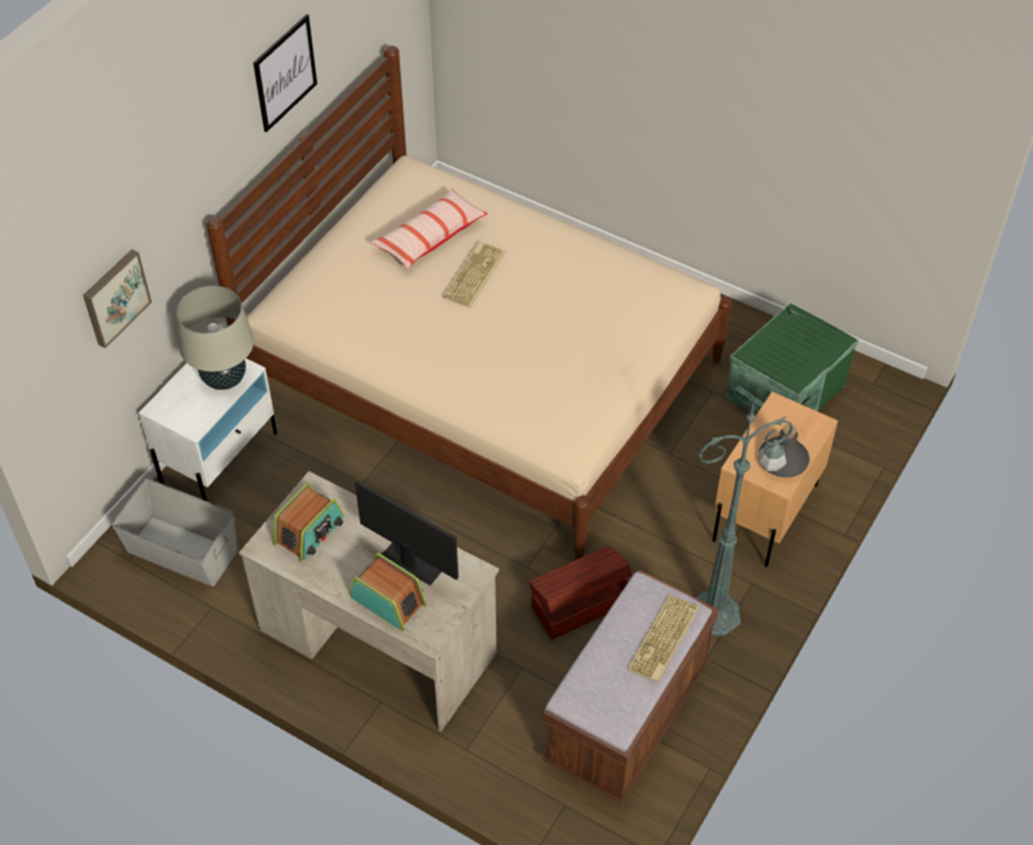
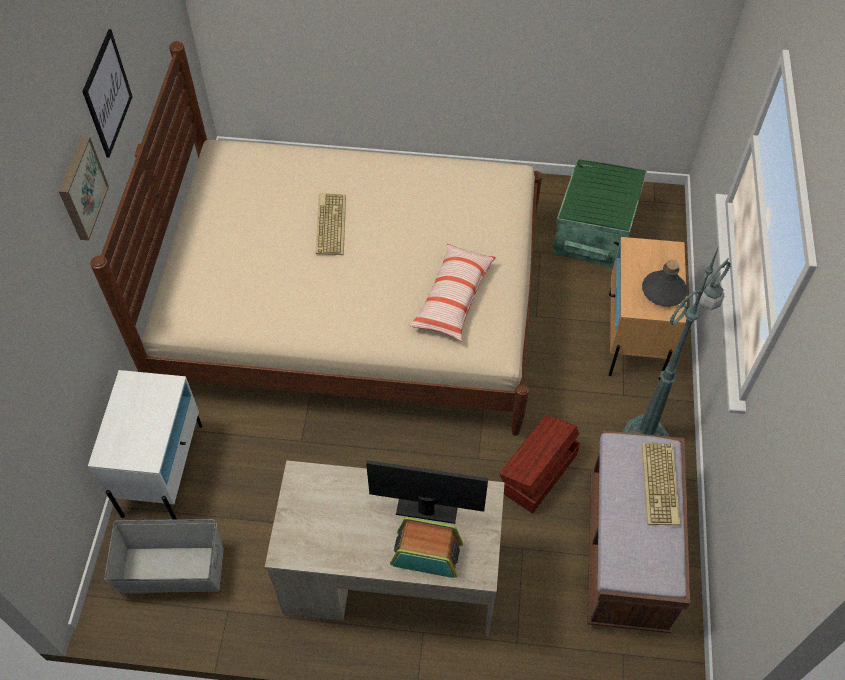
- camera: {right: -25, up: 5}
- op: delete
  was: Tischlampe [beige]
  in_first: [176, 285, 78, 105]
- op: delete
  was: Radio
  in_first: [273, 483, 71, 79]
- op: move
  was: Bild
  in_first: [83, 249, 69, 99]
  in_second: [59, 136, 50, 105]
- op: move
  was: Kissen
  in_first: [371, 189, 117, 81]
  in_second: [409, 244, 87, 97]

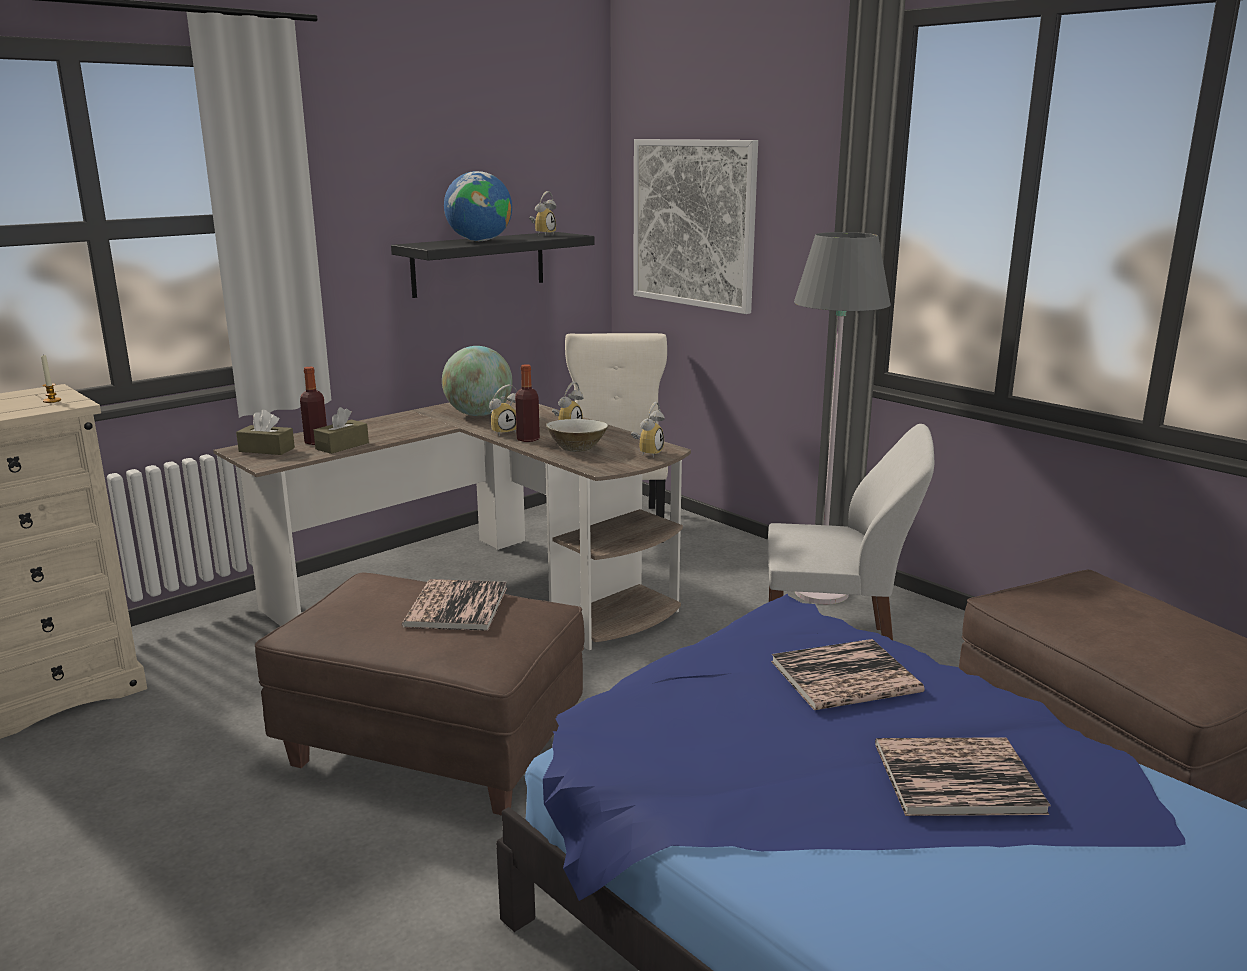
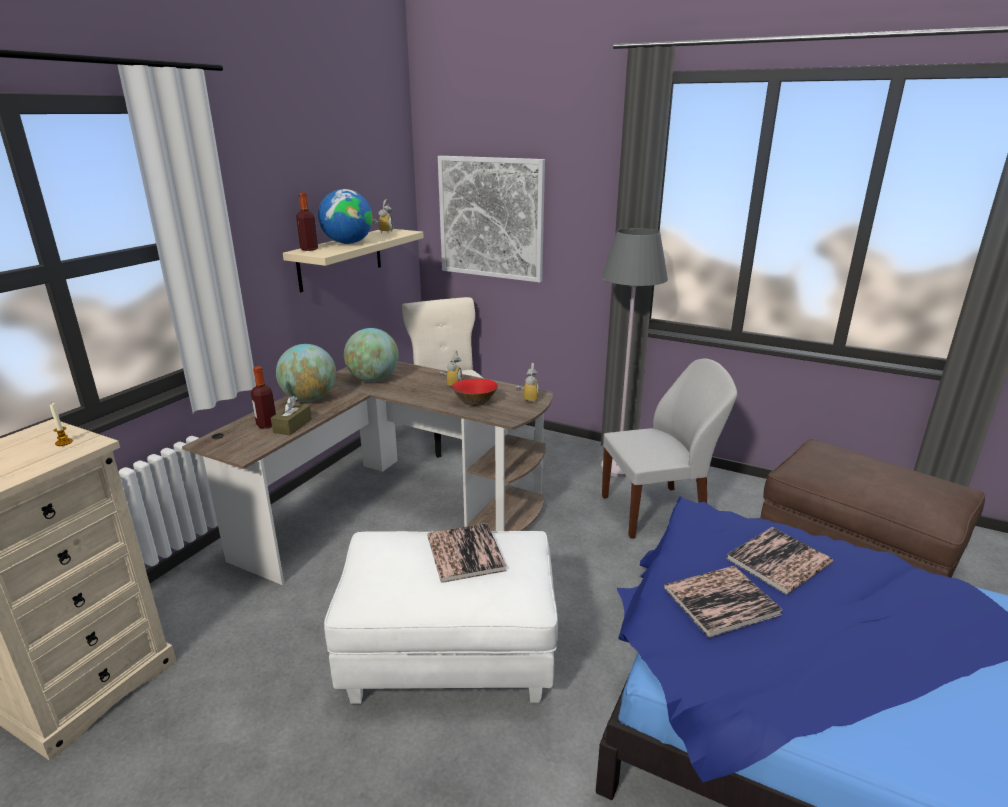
- camera: {right: -20, up: 5}
- op: delete
  was: Taschentuchbox [braun]
  in_first: [236, 410, 59, 45]
- op: delete
  was: Wecker
  in_first: [489, 385, 28, 51]
- op: insert
  now: Globus
  in_second: [276, 344, 60, 58]
- op: move
  was: Flasche
  in_first: [515, 364, 25, 78]
  in_second: [296, 192, 22, 59]
- op: move
  was: Buch
  in_first: [875, 737, 176, 79]
  in_second: [664, 566, 119, 72]
- op: recolor
  was: Polsterhocker [braun]
  now: Polsterhocker [weiß]
  in_first: [255, 572, 330, 243]
  in_second: [324, 531, 234, 173]
- op: recolor
  was: Wandregal [schwarz]
  now: Wandregal [beige]
  in_first: [391, 232, 204, 66]
  in_second: [283, 229, 141, 63]
- op: recolor
  was: Schüssel [beige]
  now: Schüssel [rot]
  in_first: [546, 419, 62, 33]
  in_second: [452, 379, 46, 27]

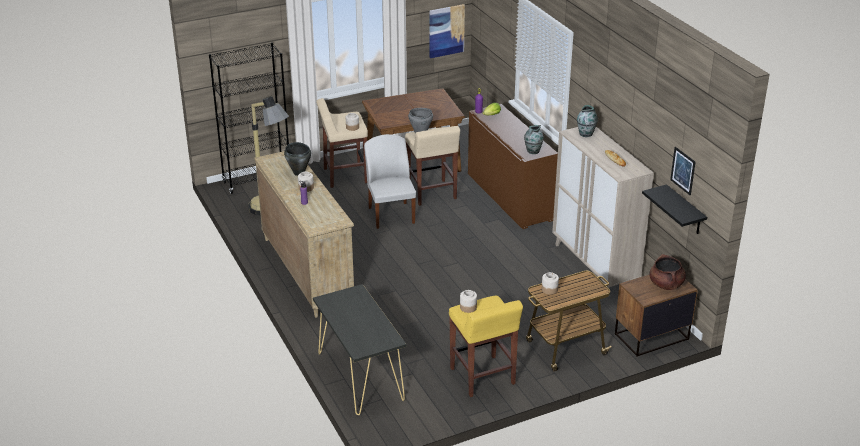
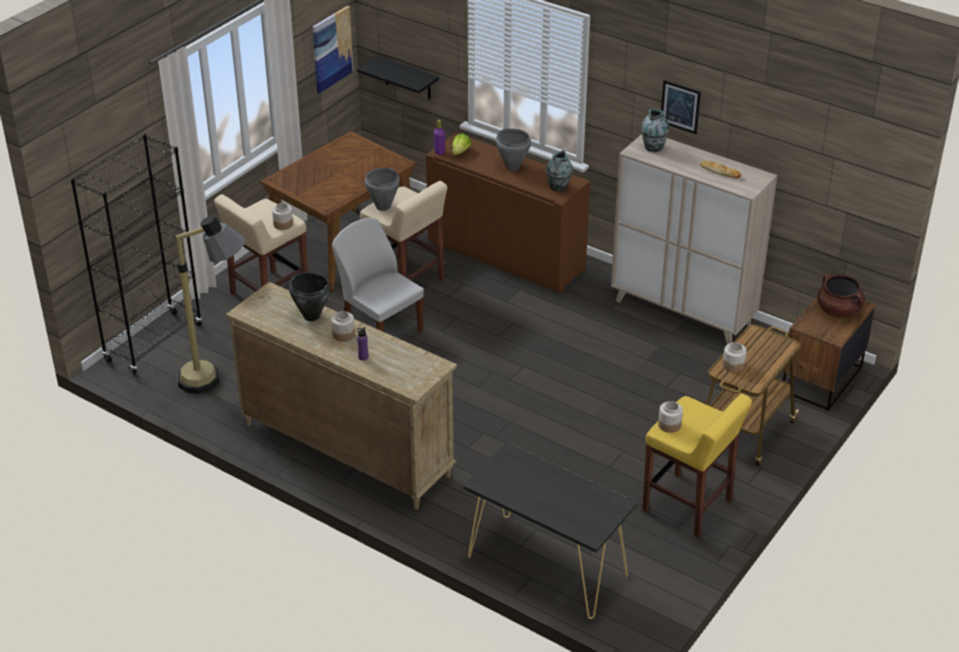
- camera: {right: -30, up: 5}
- op: insert
  now: Kochtopf [grau]
  in_second: [496, 128, 35, 43]
- op: move
  was: Wandregal [schwarz]
  in_first: [642, 184, 65, 50]
  in_second: [357, 56, 82, 43]
- op: move
  was: Bild
  in_first: [670, 147, 26, 48]
  in_second: [661, 80, 40, 54]

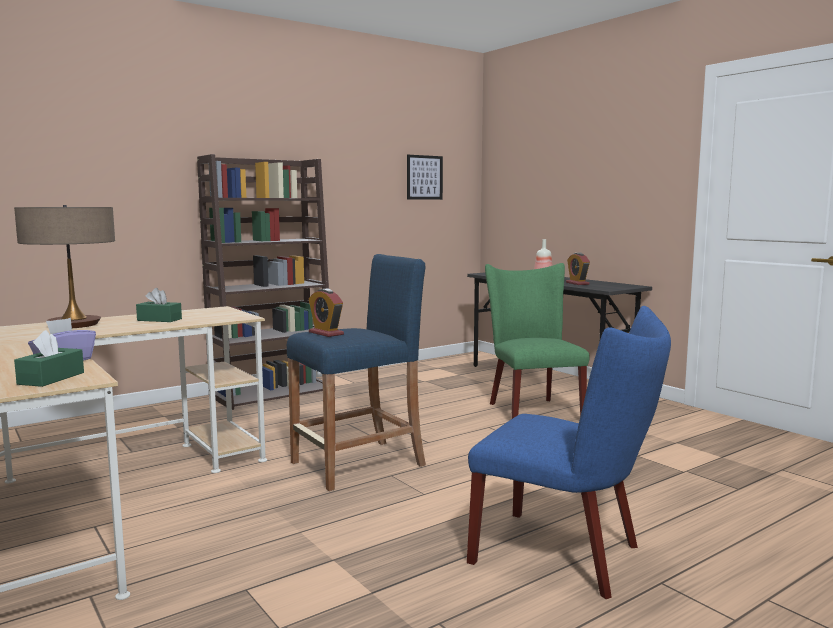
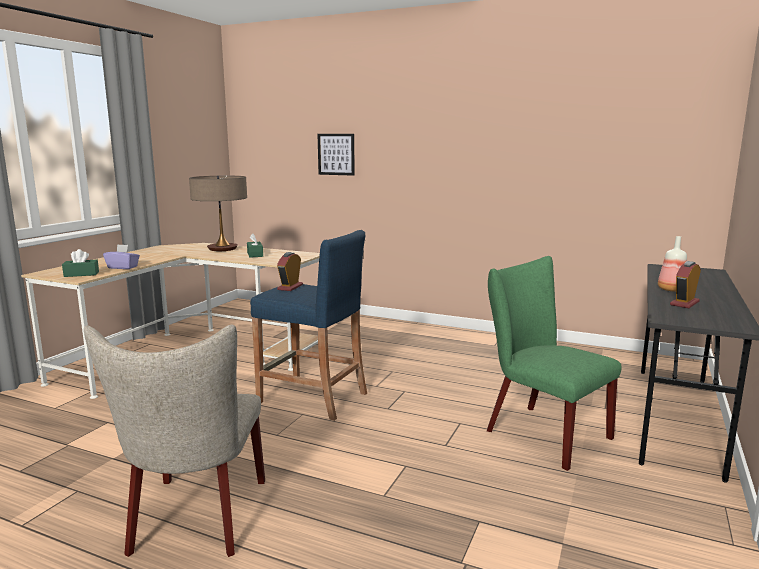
- camera: {right: 60, up: 5}
- op: delete
  was: Bücherregal [braun]
  in_first: [197, 154, 132, 256]
- op: move
  was: Bild
  in_first: [407, 155, 36, 45]
  in_second: [318, 134, 37, 42]
- op: recolor
  was: Stuhl [blau]
  now: Stuhl [beige]
  in_first: [467, 306, 204, 293]
  in_second: [84, 325, 181, 232]
- op: rotate
  was: Stuhl [grün]
  in_first: [485, 263, 105, 156]
  in_second: [487, 256, 135, 215]
  clockwise: -90

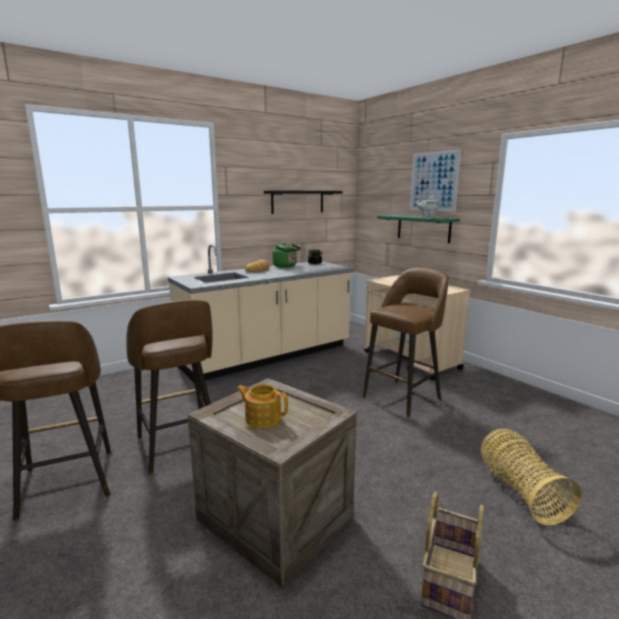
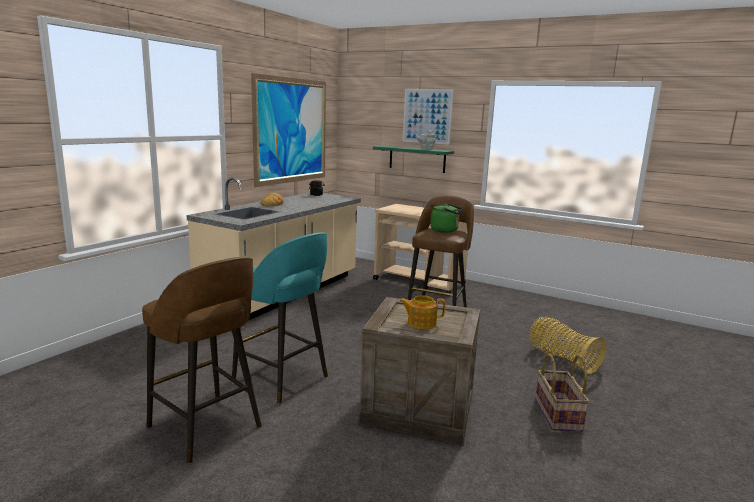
- camera: {right: -25, up: 0}
- op: move
  was: Wasserkessel [grün]
  in_first: [273, 243, 28, 25]
  in_second: [430, 204, 33, 29]
- op: replace
  was: Wandregal [schwarz]
  now: Bild
  in_first: [264, 190, 78, 24]
  in_second: [251, 73, 75, 114]
- op: recolor
  was: Hocker [braun]
  now: Hocker [türkis]
  in_first: [126, 300, 86, 174]
  in_second: [232, 232, 96, 172]

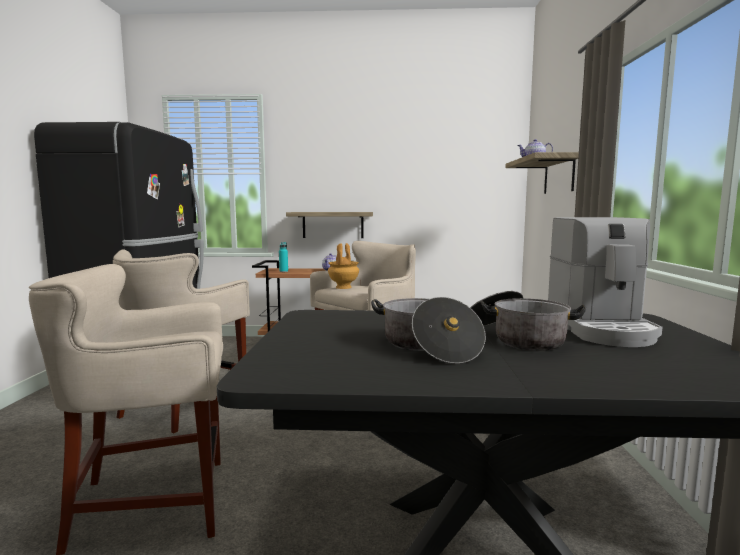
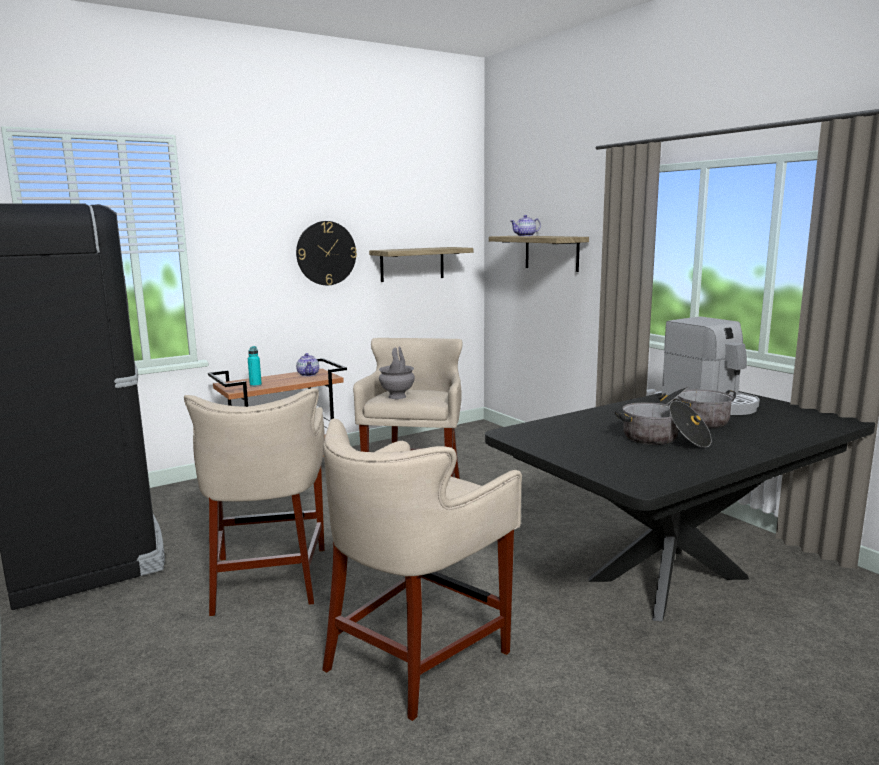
- camera: {right: -35, up: 5}
- op: insert
  now: Wanduhr
  in_second: [296, 221, 61, 64]
- op: move
  was: Wandregal
  in_first: [286, 212, 87, 26]
  in_second: [369, 247, 104, 35]
- op: recolor
  was: Vase [braun]
  now: Vase [grau]
  in_first: [328, 243, 31, 46]
  in_second: [379, 346, 36, 53]

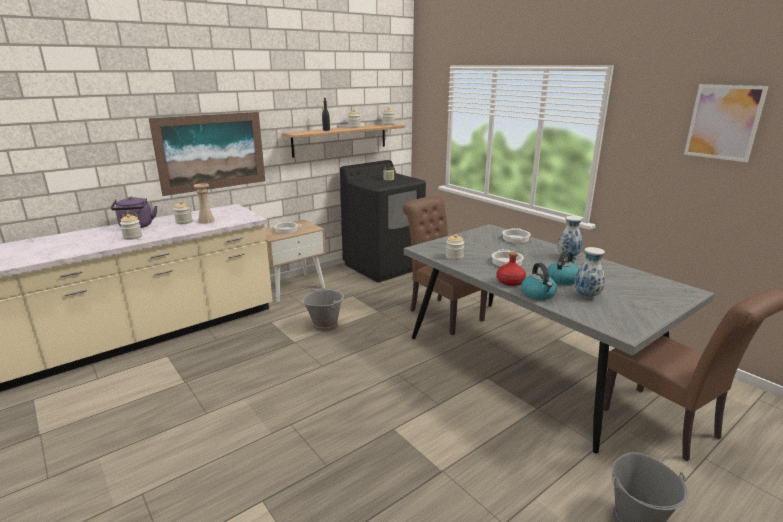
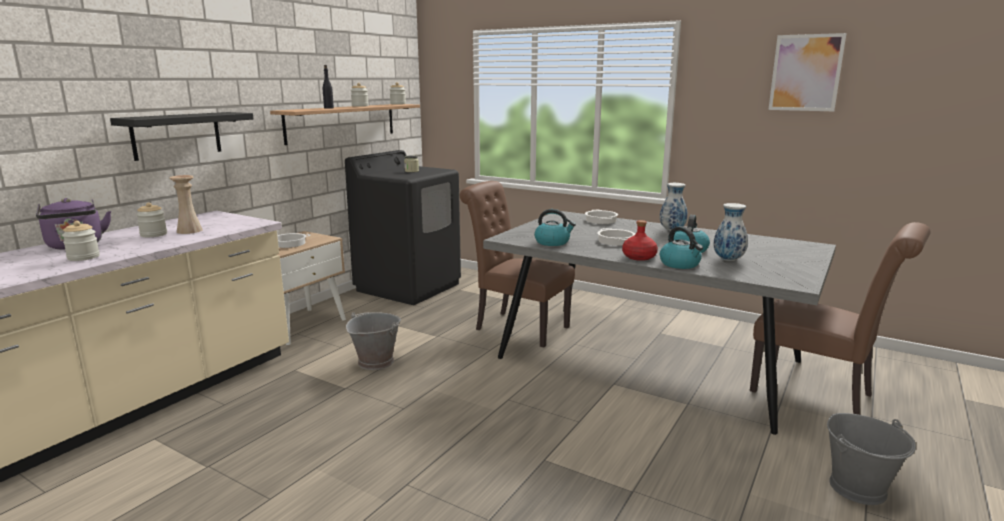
- camera: {right: -20, up: -5}
- op: replace
  was: Bild
  now: Wandregal [schwarz]
  in_first: [149, 112, 116, 84]
  in_second: [110, 112, 144, 49]
- op: replace
  was: Vorratsglas
  now: Wasserkessel
  in_first: [446, 234, 18, 26]
  in_second: [534, 209, 42, 37]

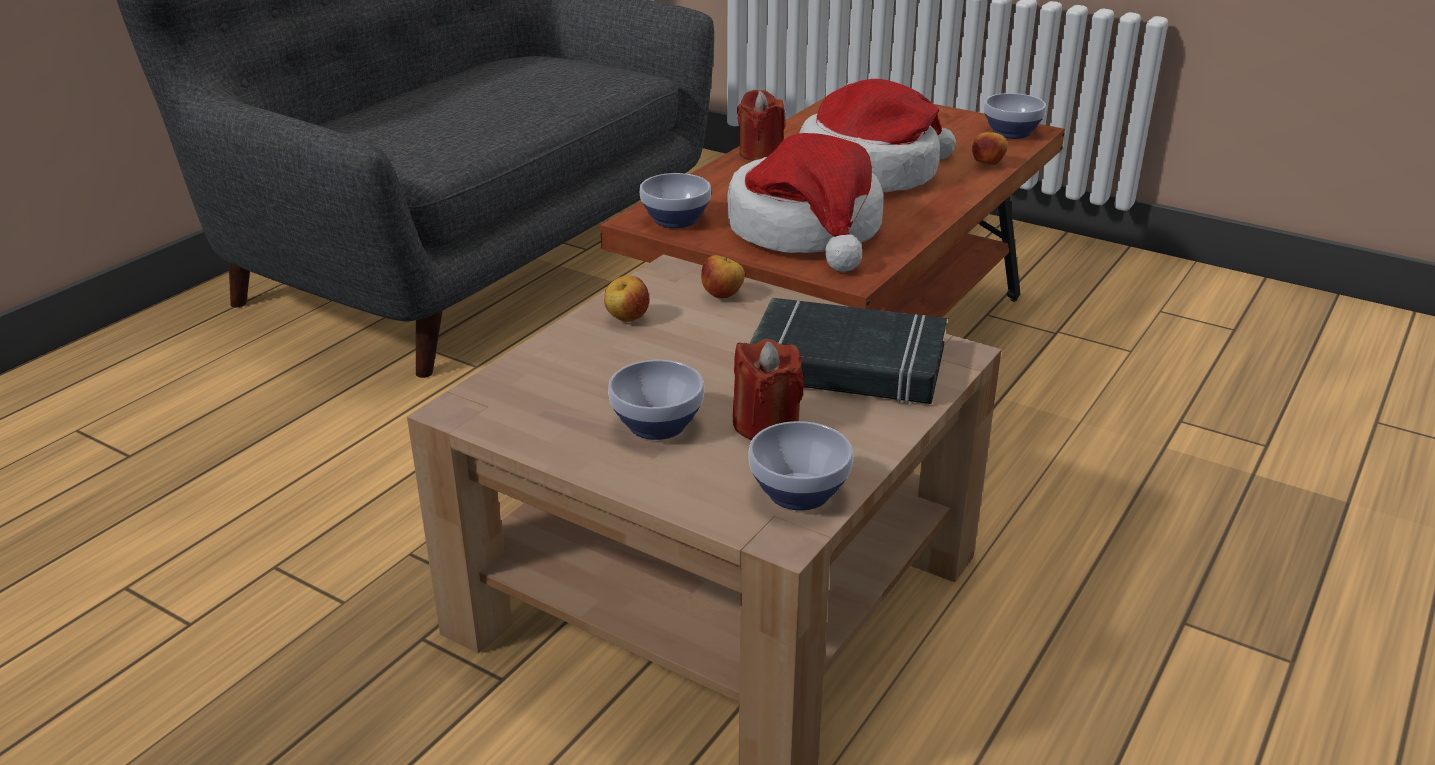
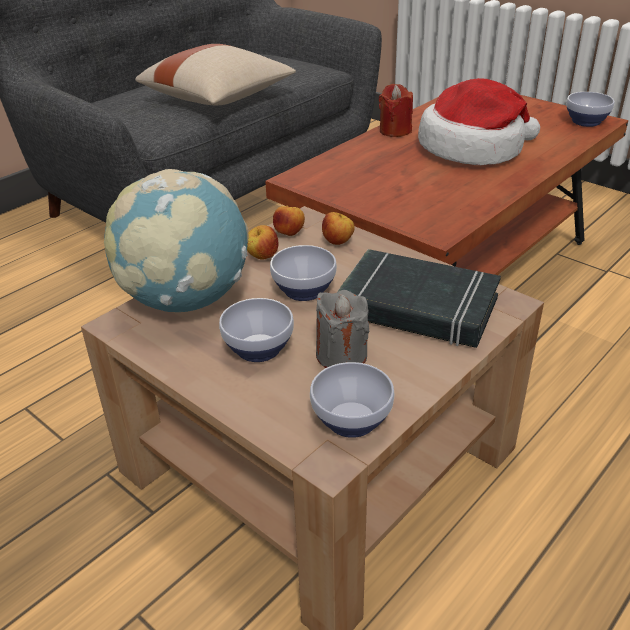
- camera: {right: 10, up: 5}
- op: delete
  was: Hut
  in_first: [727, 133, 156, 139]
- op: insert
  now: Globus
  in_second: [104, 169, 145, 143]
- op: insert
  now: Kissen [beige]
  in_second: [135, 44, 161, 61]
- op: move
  was: Schüssel
  in_first: [640, 173, 71, 56]
  in_second: [270, 245, 67, 56]
- op: move
  was: Apfel
  in_first: [972, 131, 36, 35]
  in_second: [273, 205, 32, 31]
- op: recolor
  was: Kerze [rot]
  now: Kerze [grau]
  in_first: [733, 339, 71, 101]
  in_second: [316, 290, 53, 78]

